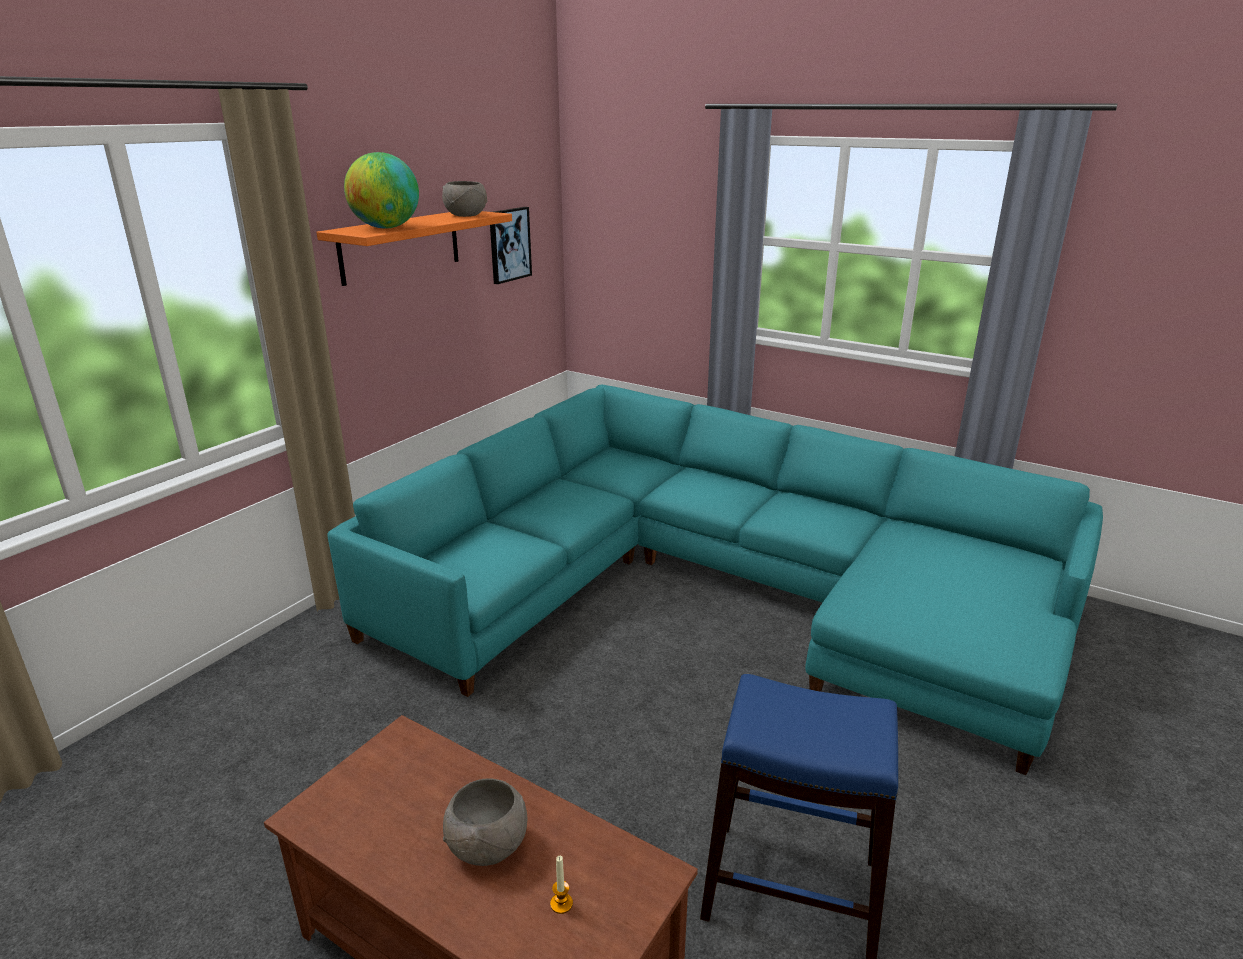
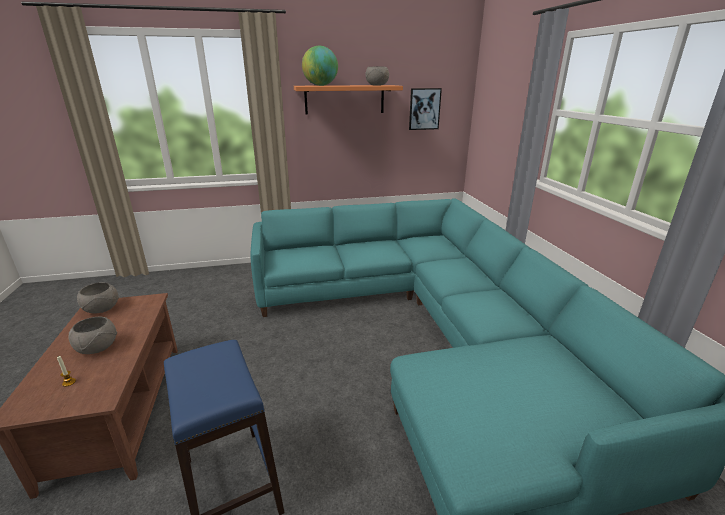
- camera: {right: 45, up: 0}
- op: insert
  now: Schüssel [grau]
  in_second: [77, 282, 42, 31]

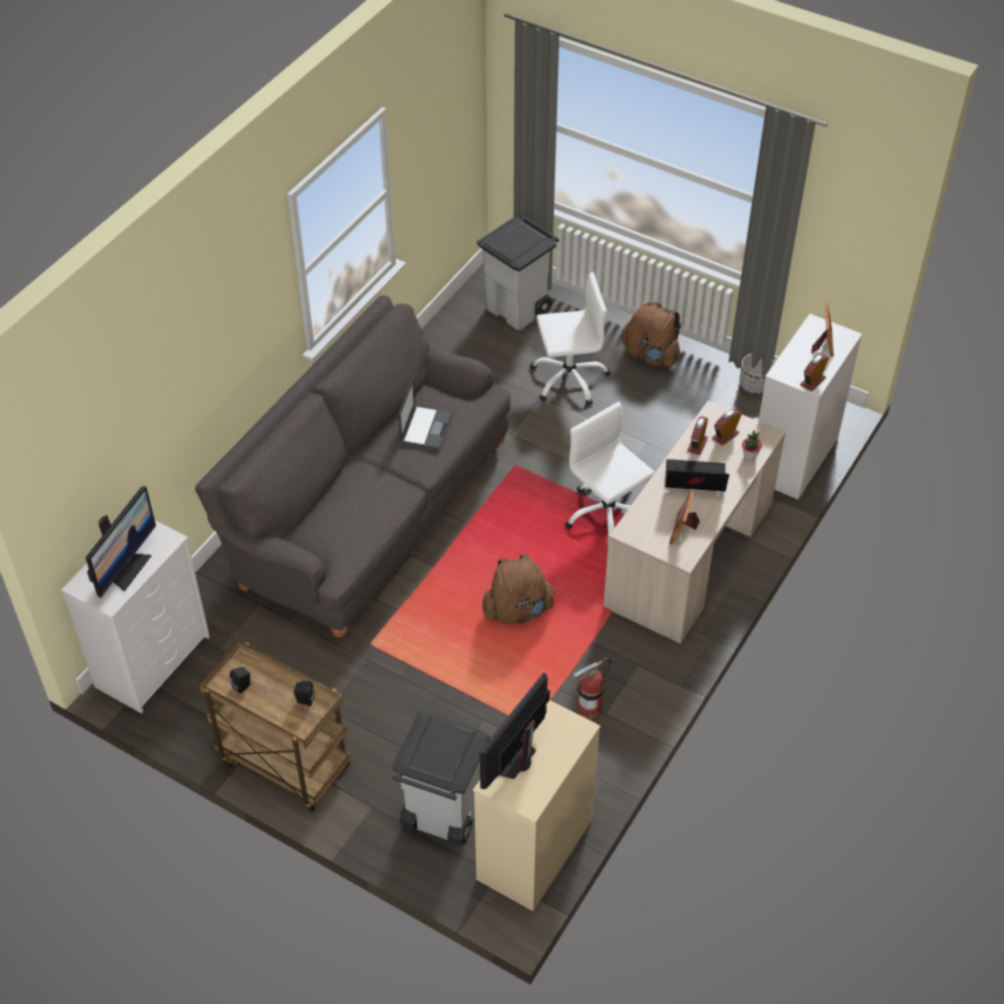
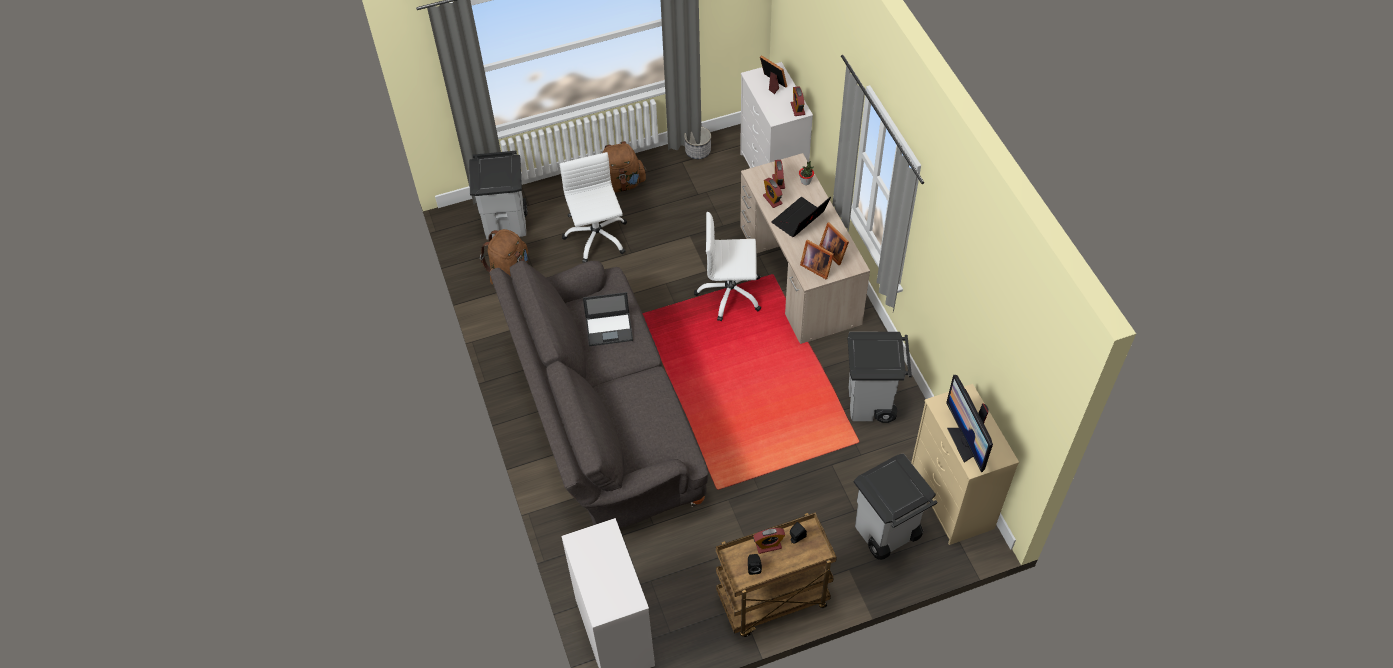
- camera: {right: -50, up: 5}
- op: delete
  was: Monitor
  in_first: [85, 486, 71, 112]
- op: insert
  now: Wecker
  in_second: [753, 528, 32, 26]
- op: insert
  now: Bilderrahmen
  in_second: [800, 240, 34, 39]
- op: move
  was: Rucksack [braun]
  in_first: [482, 554, 73, 70]
  in_second: [480, 229, 48, 56]
- op: replace
  was: Feuerlöscher
  now: Mülleimer [grau]
  in_first: [573, 658, 38, 62]
  in_second: [848, 332, 64, 91]
- op: rotate
  was: Laptop
  in_first: [398, 377, 55, 73]
  in_second: [583, 292, 50, 54]
  clockwise: 120
- op: rotate
  was: Bürostuhl [weiß]
  in_first: [530, 272, 80, 133]
  in_second: [560, 152, 67, 111]
  clockwise: -45

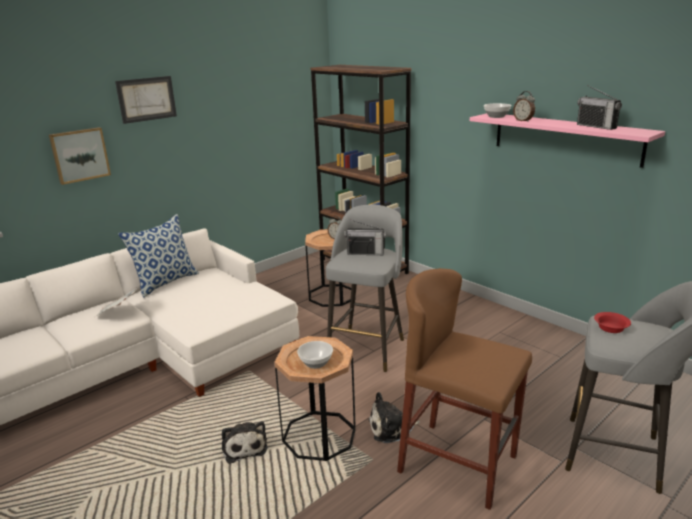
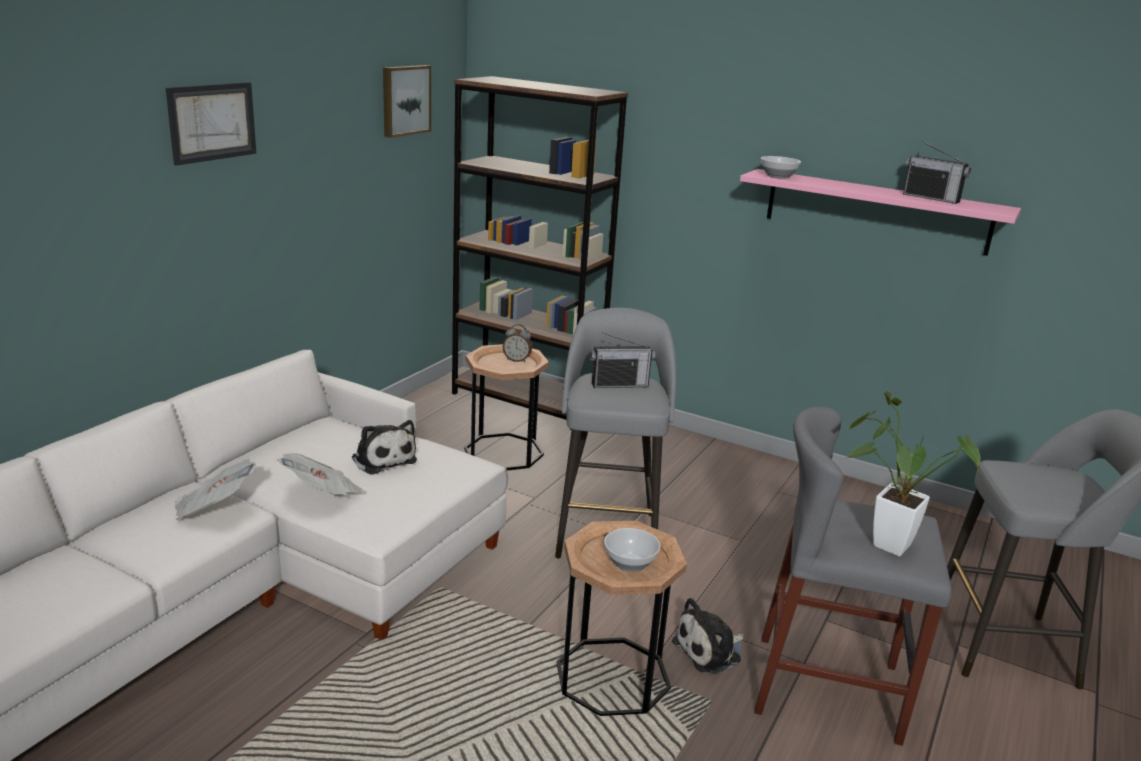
- camera: {right: -20, up: 0}
- op: delete
  was: Kissen
  in_first: [118, 214, 81, 84]
- op: delete
  was: Wecker
  in_first: [513, 91, 22, 31]
- op: delete
  was: Schüssel [rot]
  in_first: [594, 312, 37, 21]
- op: insert
  now: Zeitung
  in_second: [277, 453, 90, 43]
- op: insert
  now: Topfpflanze
  in_second: [846, 391, 134, 165]
- op: move
  was: Bild
  in_first: [49, 127, 62, 58]
  in_second: [383, 65, 48, 73]
- op: move
  was: Plüschtier
  in_first: [222, 421, 46, 43]
  in_second: [351, 420, 66, 55]
- op: recolor
  was: Hocker [braun]
  now: Hocker [grau]
  in_first: [397, 268, 135, 242]
  in_second: [754, 407, 198, 339]

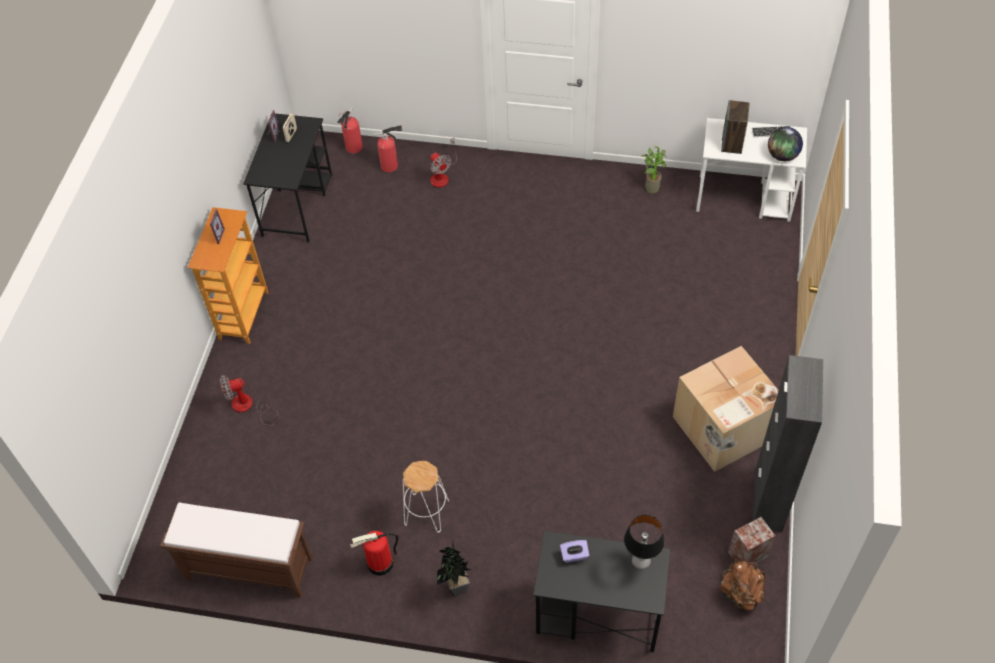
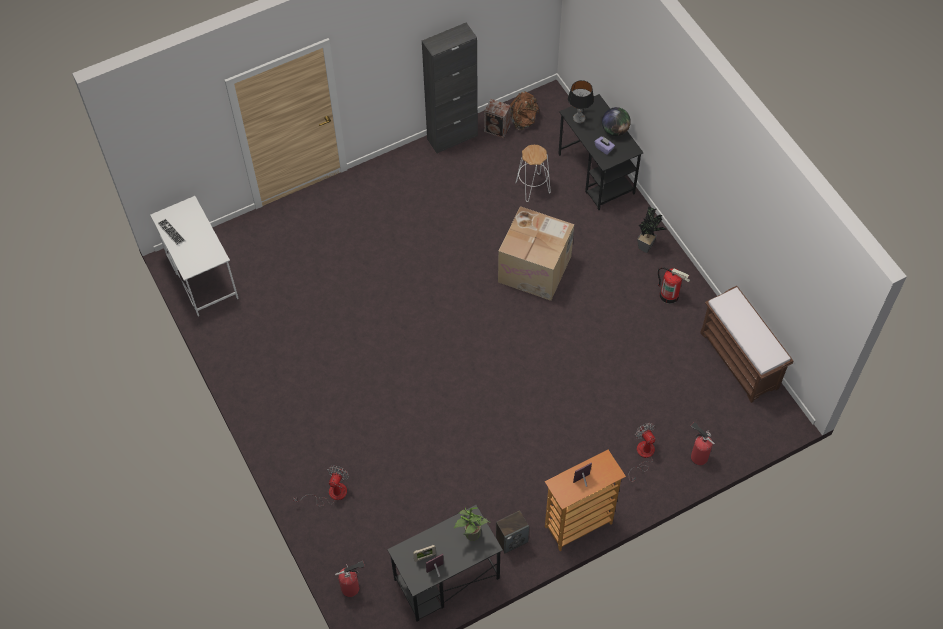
- camera: {right: -130, up: 5}
- op: move
  was: Feuerlöscher
  in_first: [374, 125, 28, 47]
  in_second: [690, 422, 25, 43]
- op: move
  was: Hocker [weiß]
  in_first: [403, 461, 46, 72]
  in_second: [515, 145, 36, 57]
- op: move
  was: Topfpflanze
  in_first: [641, 146, 25, 47]
  in_second: [454, 507, 37, 34]
- op: move
  was: Karton
  in_first: [673, 346, 106, 126]
  in_second: [498, 206, 76, 95]
- op: move
  was: Lautsprecher
  in_first: [721, 100, 29, 54]
  in_second: [496, 510, 33, 43]
- op: move
  was: Globus
  in_first: [768, 127, 35, 34]
  in_second: [602, 107, 29, 29]
- op: rotate
  was: Ventilator
  in_first: [220, 375, 60, 51]
  in_second: [629, 423, 27, 59]
  clockwise: -150

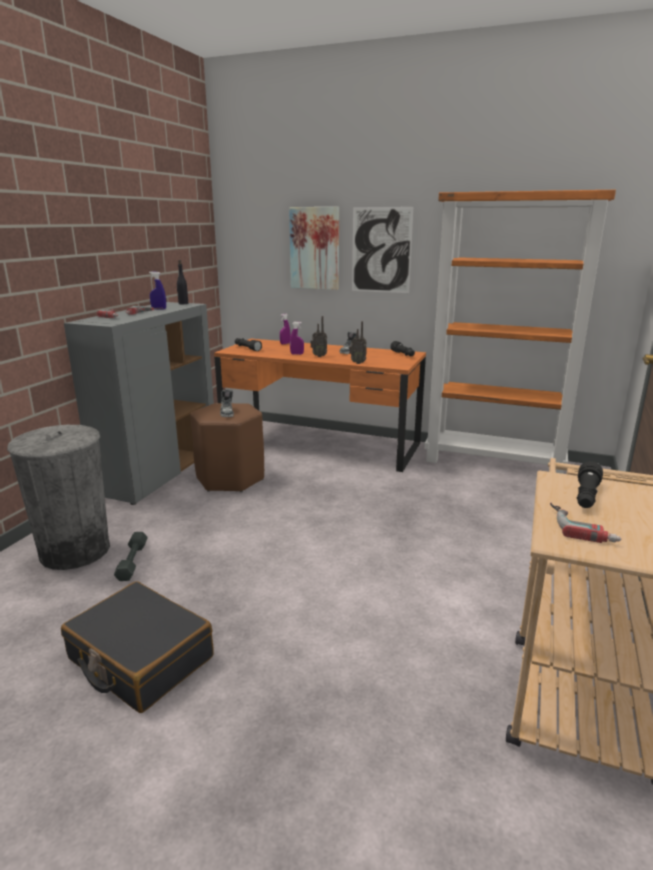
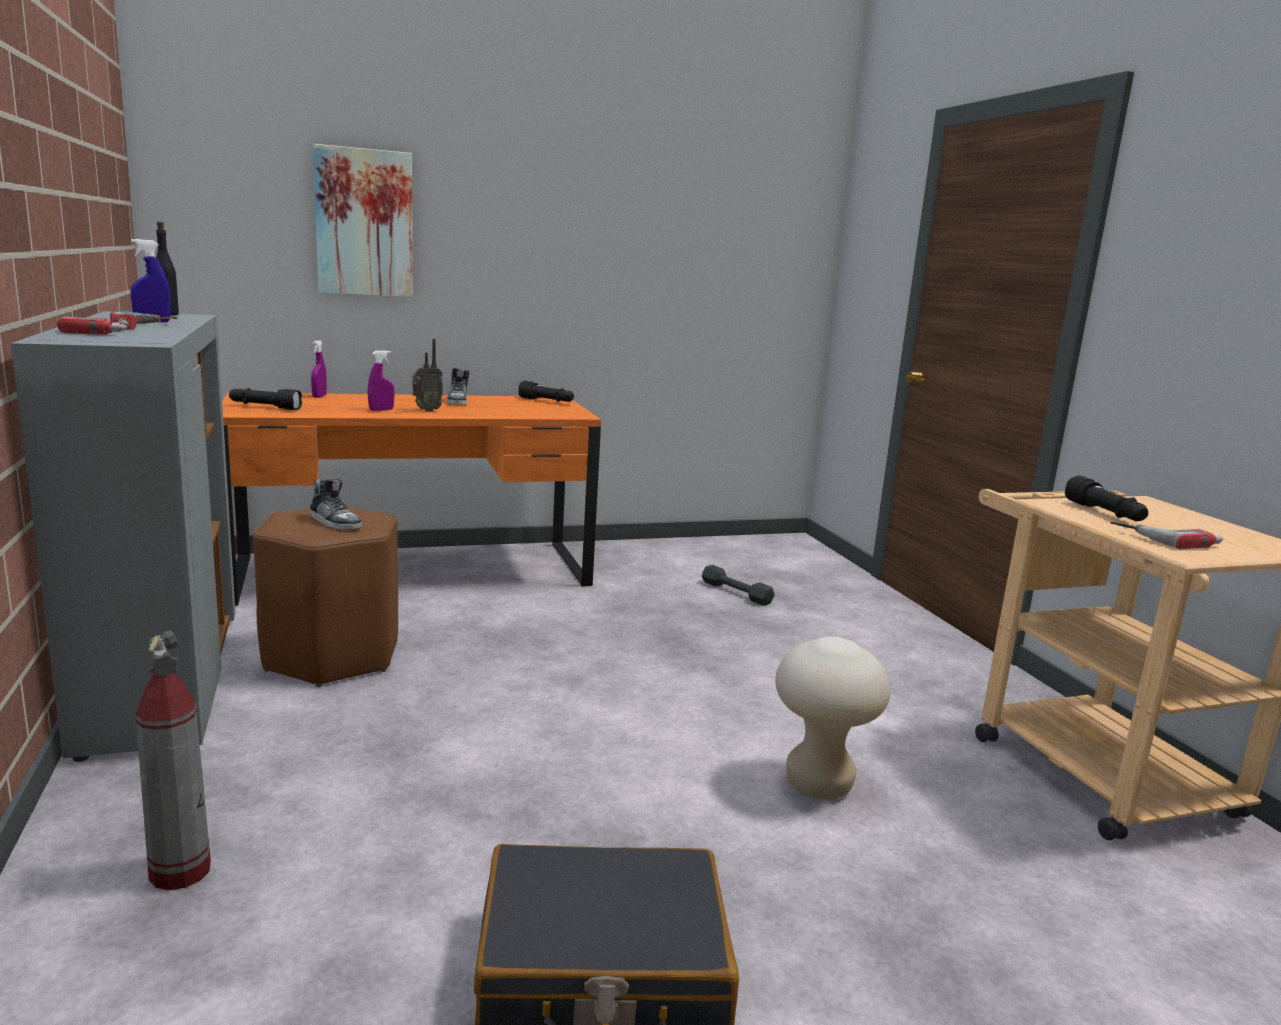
- camera: {right: -40, up: -5}
- op: delete
  was: Radio
  in_first: [349, 321, 18, 43]
- op: delete
  was: Bild
  in_first: [352, 207, 62, 86]
- op: delete
  was: Bücherregal [orange]
  in_first: [424, 190, 192, 284]
- op: insert
  now: Hocker [beige]
  in_second: [775, 637, 116, 163]
- op: move
  was: Hantel [grau]
  in_first: [114, 532, 34, 49]
  in_second: [702, 565, 73, 41]
- op: replace
  was: Mülleimer [grau]
  now: Feuerlöscher
  in_first: [7, 425, 103, 145]
  in_second: [136, 630, 75, 260]

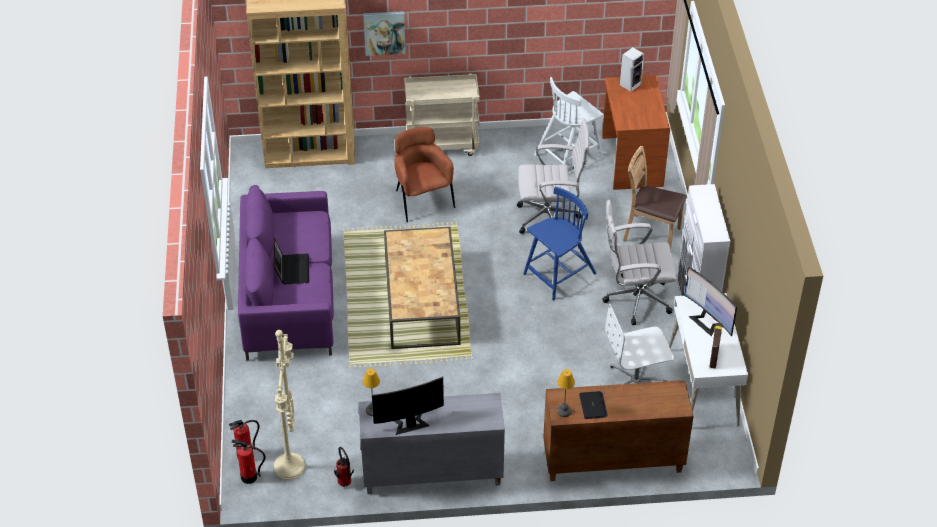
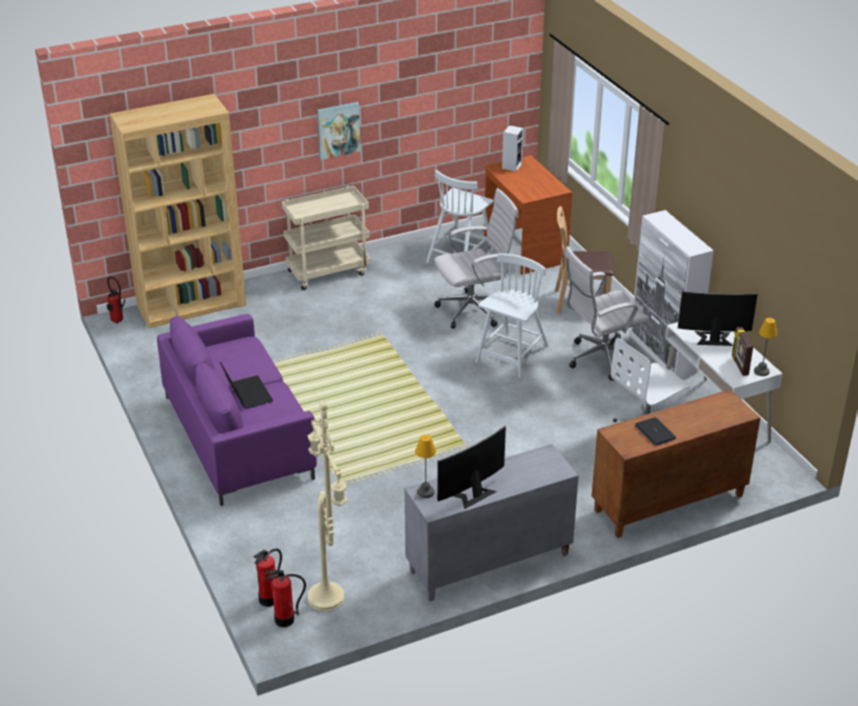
- camera: {right: -20, up: -10}
- op: delete
  was: Couchtisch [braun]
  in_first: [384, 227, 76, 122]
- op: delete
  was: Sessel [braun]
  in_first: [394, 127, 61, 95]
- op: move
  was: Feuerlöscher
  in_first: [334, 447, 20, 40]
  in_second: [107, 276, 18, 48]
- op: move
  was: Bild
  in_first: [363, 11, 43, 45]
  in_second: [317, 102, 44, 58]
- op: move
  was: Tischlampe
  in_first: [557, 369, 18, 48]
  in_second: [754, 318, 23, 58]
- op: recolor
  was: Stuhl [blau]
  now: Stuhl [weiß]
  in_first: [523, 187, 74, 113]
  in_second: [476, 253, 73, 125]
- op: rotate
  was: Monitor
  in_first: [684, 267, 53, 70]
  in_second: [678, 291, 80, 55]
  clockwise: 150

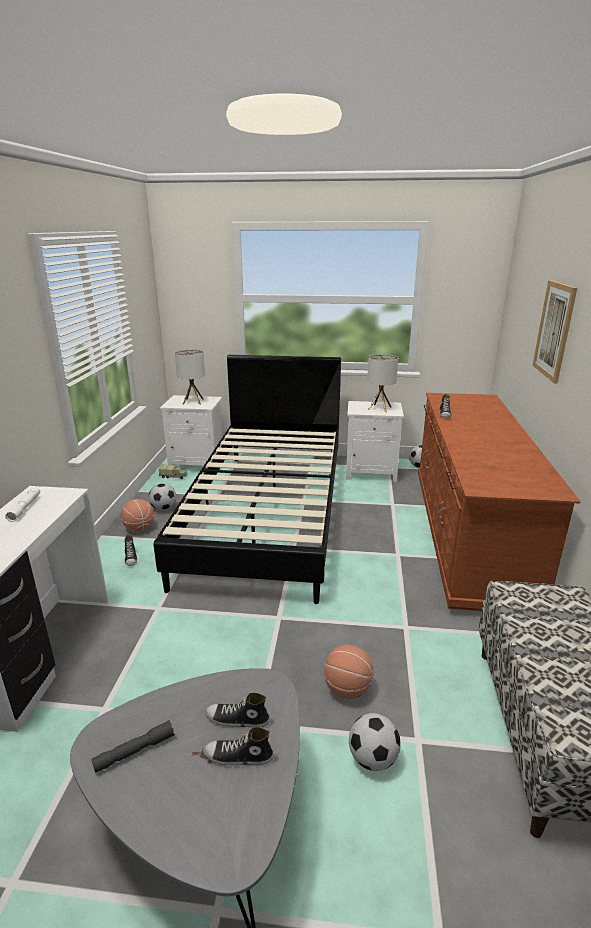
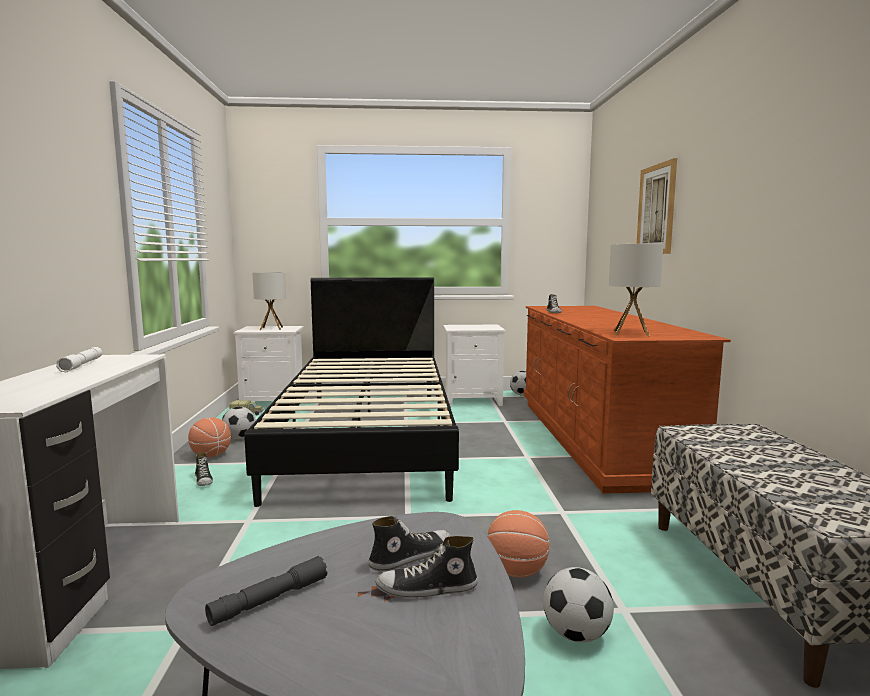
- camera: {right: -10, up: -15}
- op: move
  was: Tischlampe
  in_first: [367, 354, 31, 58]
  in_second: [609, 244, 54, 92]
- op: rotate
  was: Schuh
  in_first: [205, 693, 65, 35]
  in_second: [368, 516, 83, 55]
  clockwise: 150

